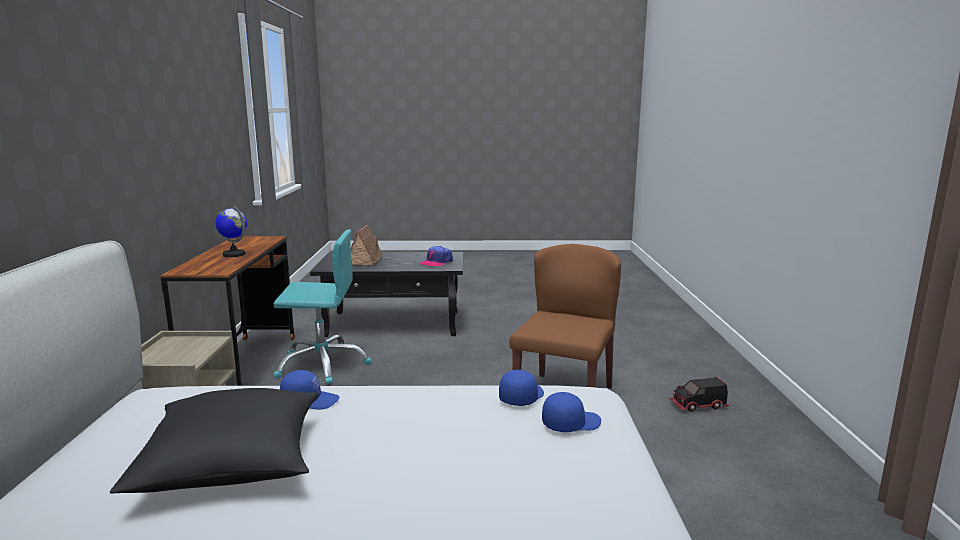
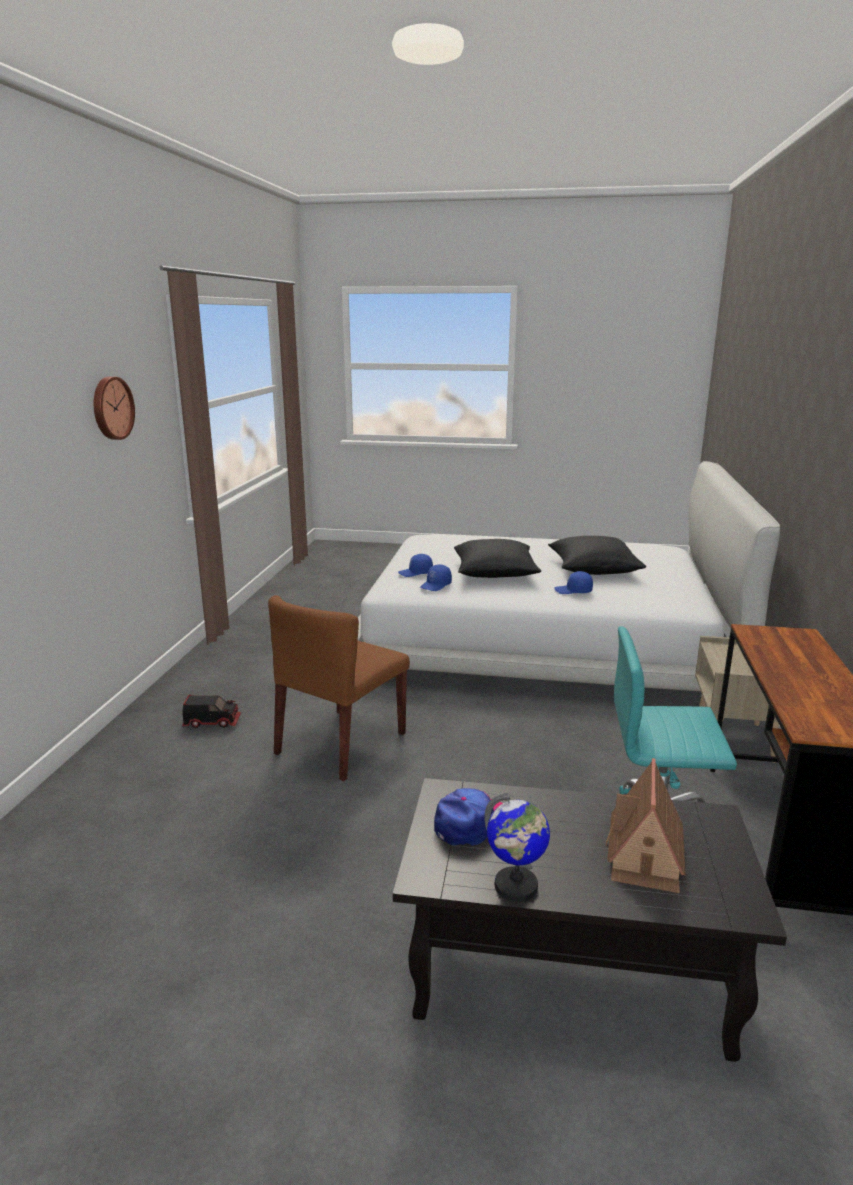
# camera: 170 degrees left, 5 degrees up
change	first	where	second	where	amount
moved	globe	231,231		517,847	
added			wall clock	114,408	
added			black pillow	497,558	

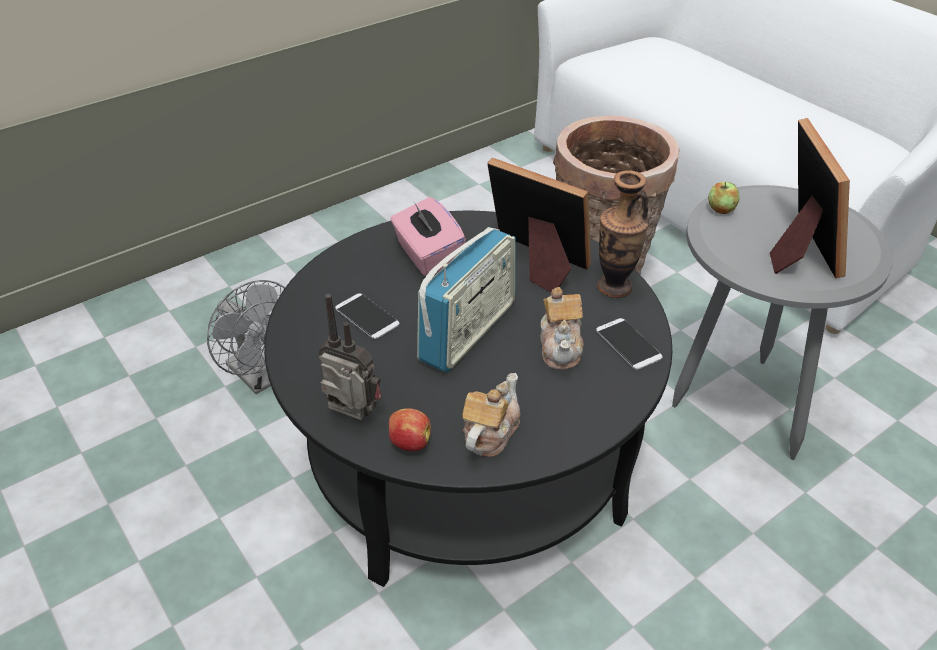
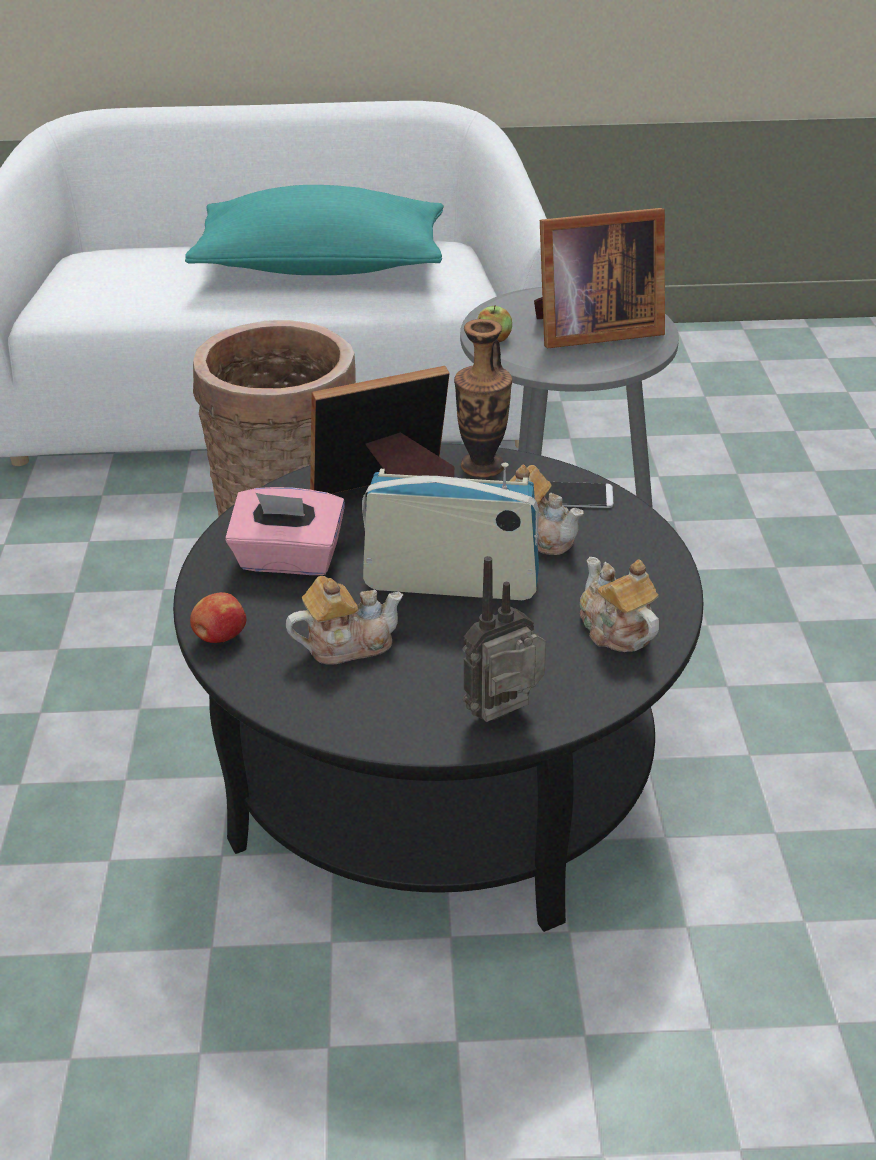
# camera: 55 degrees left, 5 degrees down
change	first	where	second	where	amount
removed	grey fan	246,337			
replaced	phone	367,316	teapot	345,620	
moved	apple	410,429		218,617	
turned	radio	466,299		450,531	60 degrees counterclockwise
turned	picture frame	810,198		599,278	135 degrees clockwise
added			turquoise pillow	314,230	

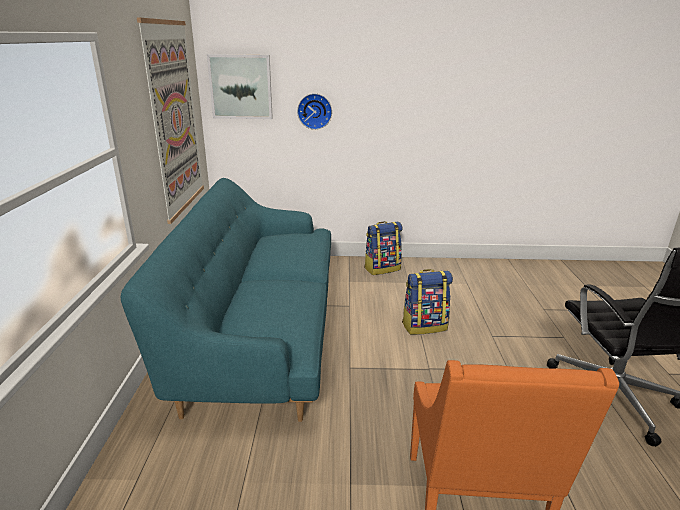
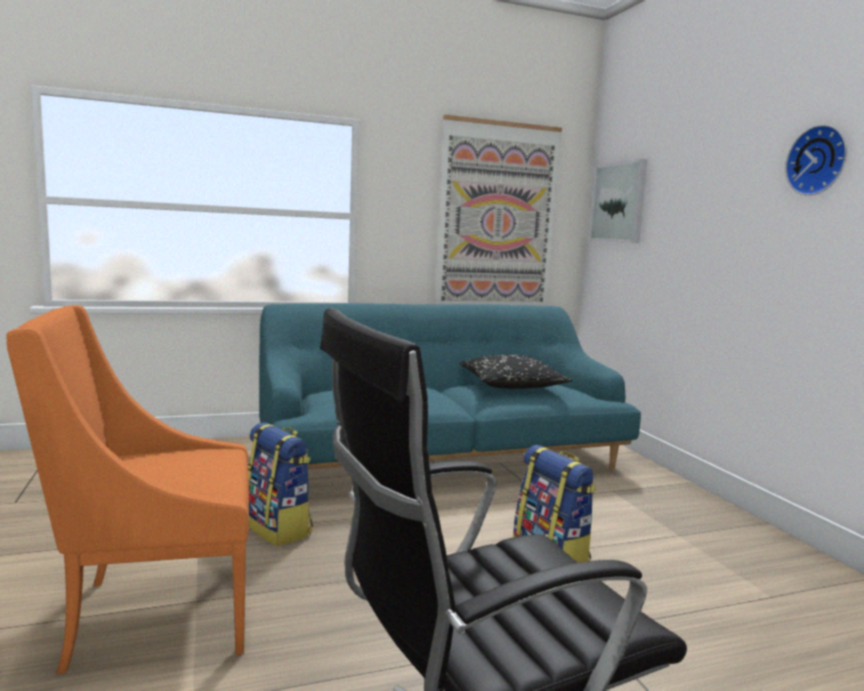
# camera: 70 degrees right, 15 degrees down
change	first	where	second	where	amount
moved	wall clock	314,111		816,160	
moved	backpack	383,248		280,484	
added			black pillow	515,372	

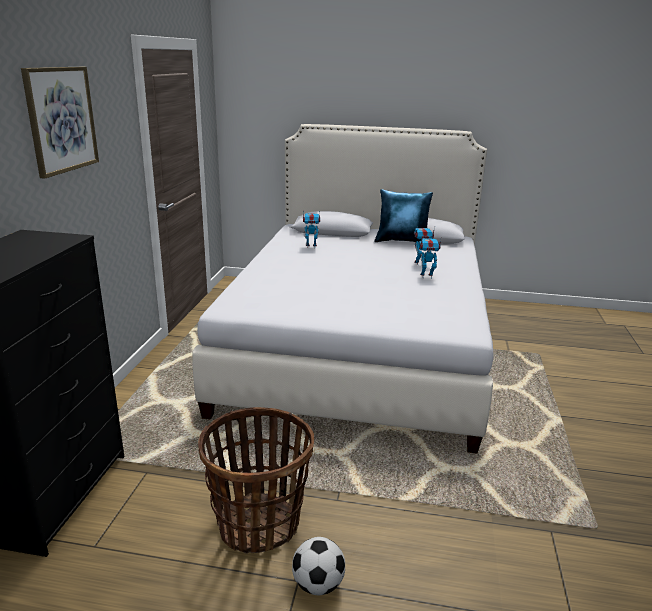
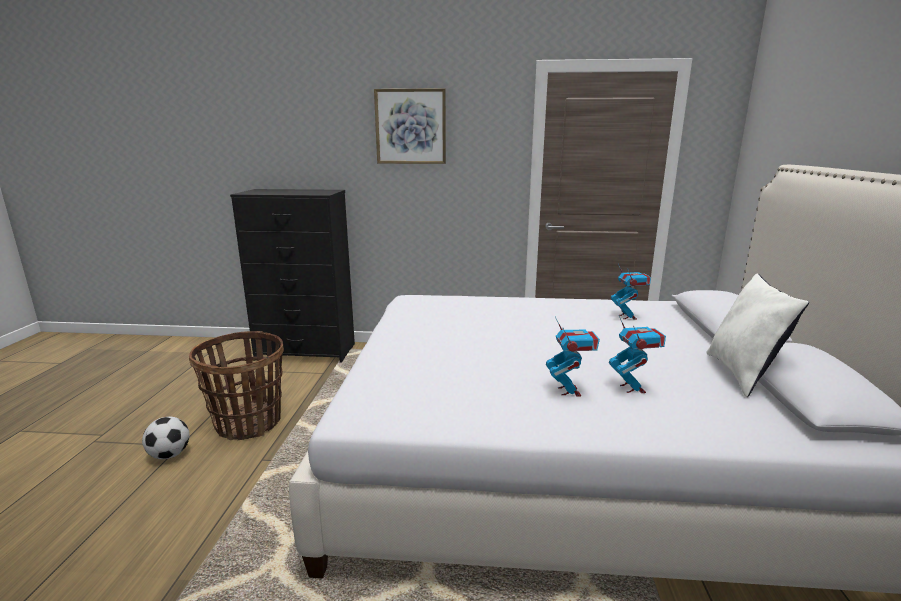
# camera: 85 degrees right, 5 degrees down
change	first	where	second	where	amount
recoloured	blue pillow	403,215	white pillow	757,335	

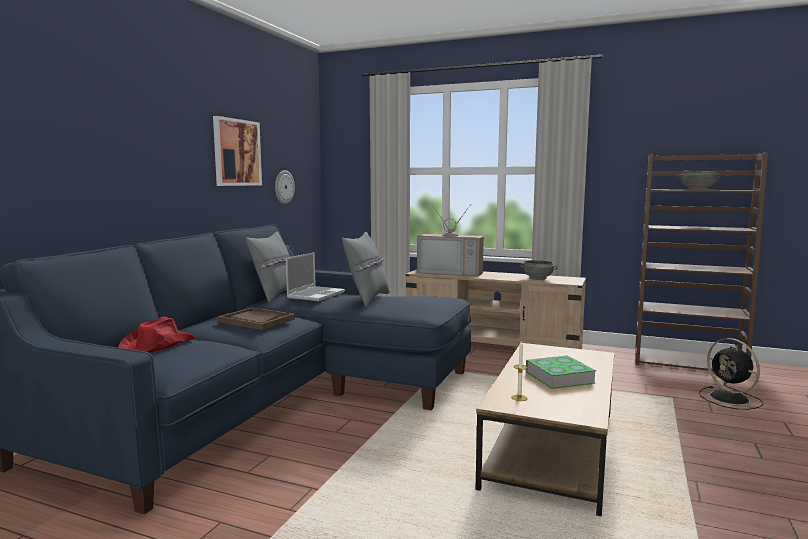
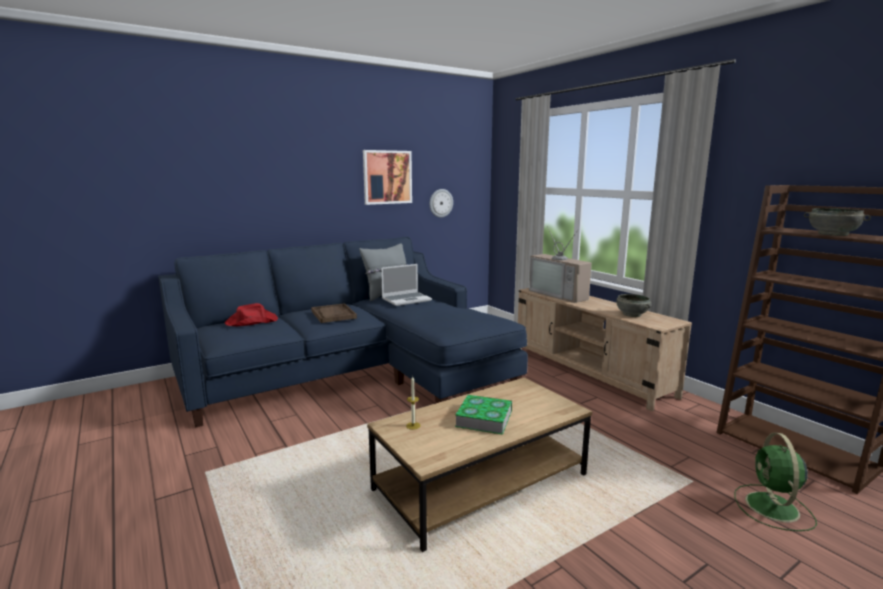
# camera: 35 degrees right, 5 degrees up
change	first	where	second	where	amount
removed	grey pillow	366,269			
recoloured	black fan	731,374	green fan	775,481	

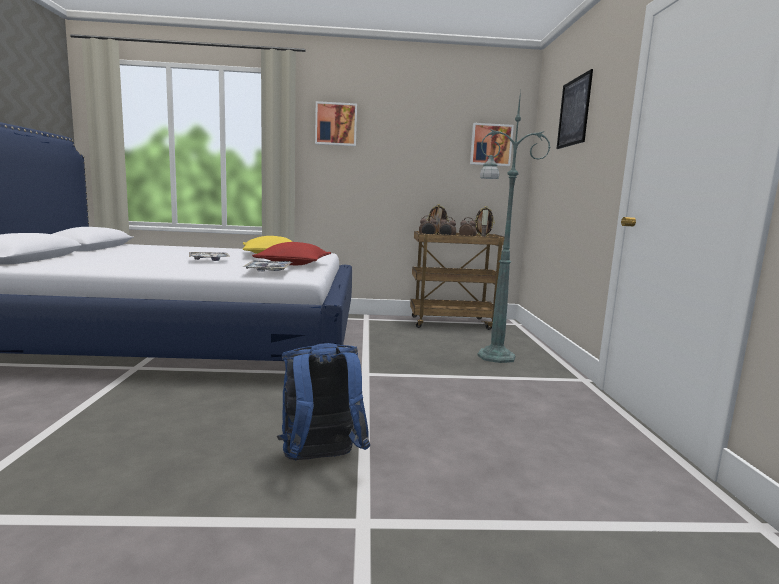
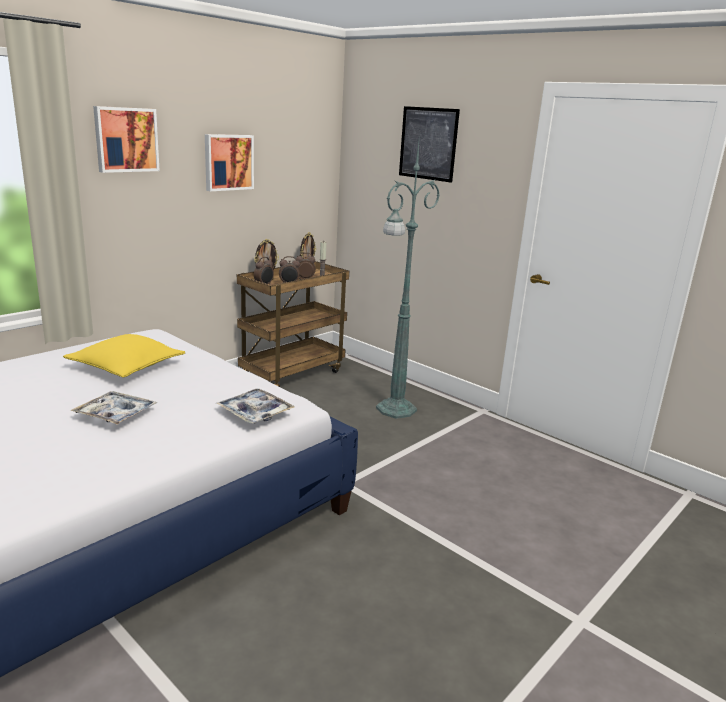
# camera: 45 degrees left, 10 degrees up
change	first	where	second	where	amount
removed	red pillow	291,253			
removed	blue backpack	323,401			
moved	picture	492,144		229,162	

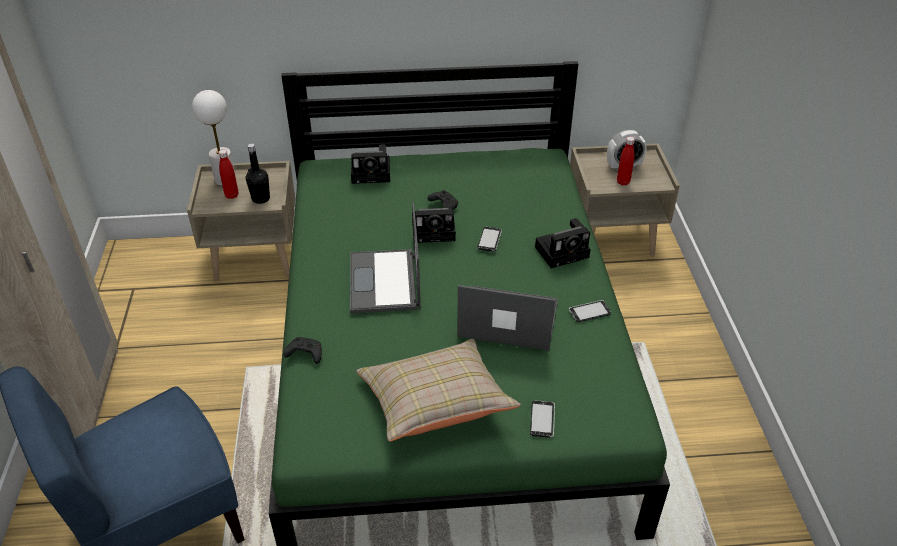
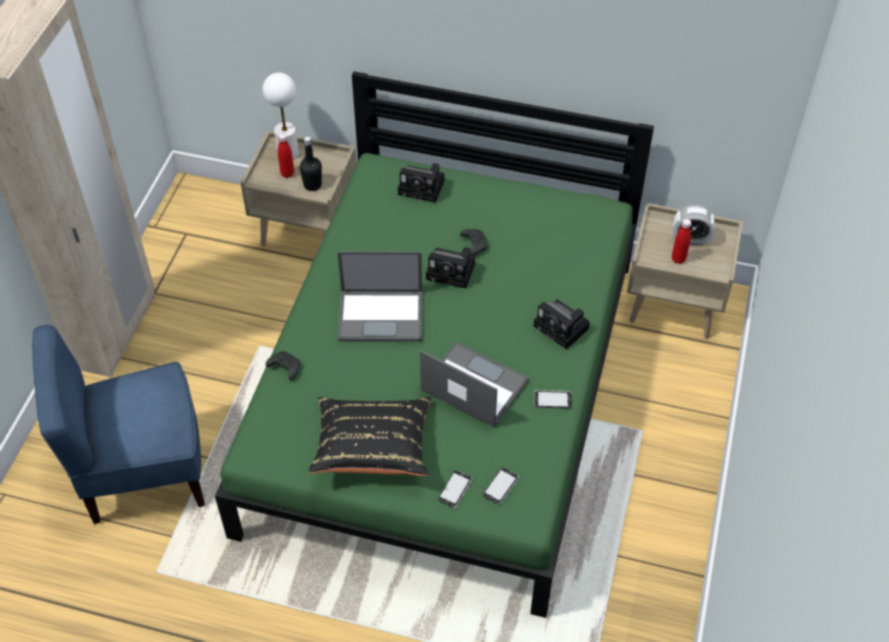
# camera: 20 degrees right, 10 degrees up
change	first	where	second	where	amount
turned	laptop	385,258		379,296	105 degrees counterclockwise
recoloured	beige pillow	438,390	black pillow	370,436	
moved	phone	490,239		501,486	
turned	photo camera	563,243		562,324	45 degrees clockwise

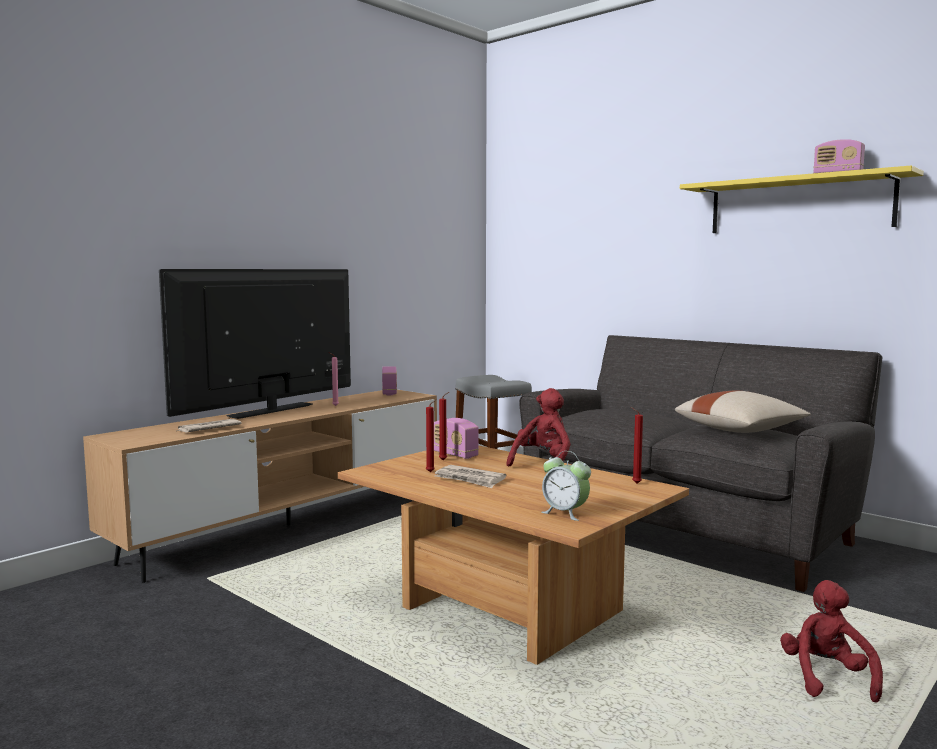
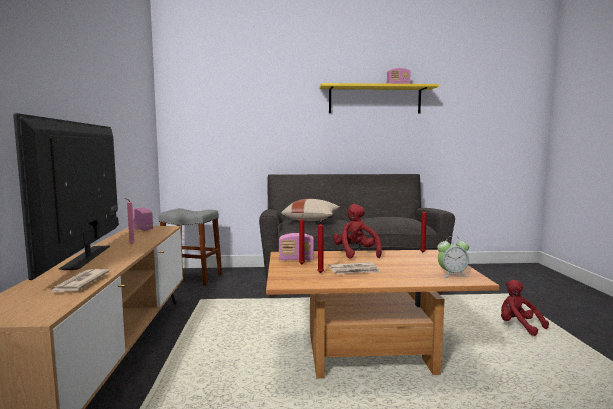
# camera: 45 degrees left, 0 degrees up
change	first	where	second	where	amount
moved	beige pillow	743,412		310,210	

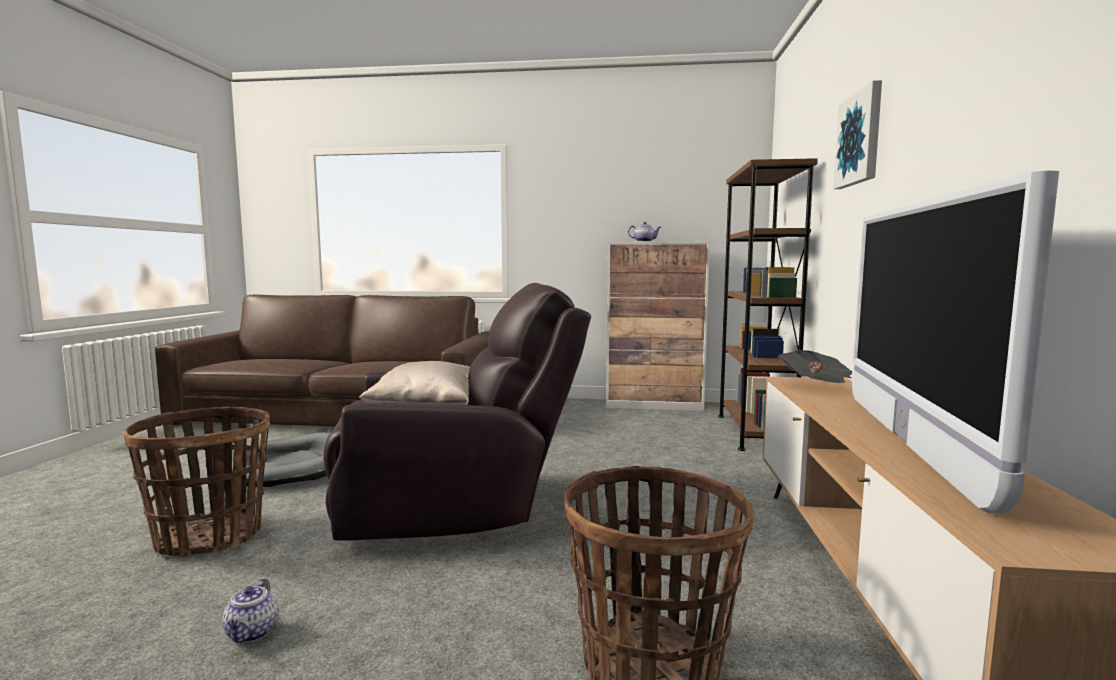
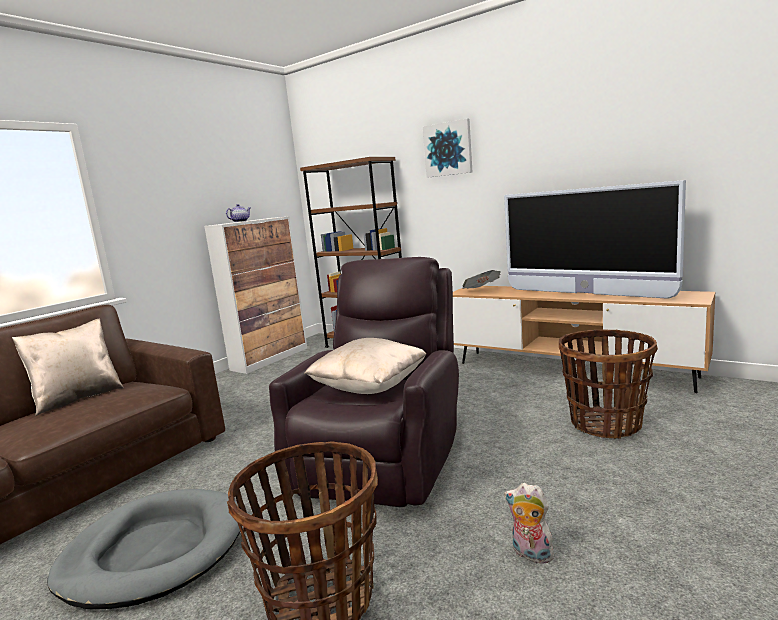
# camera: 60 degrees left, 5 degrees up
change	first	where	second	where	amount
replaced	teapot	250,610	plush toy	529,523	
added			beige pillow	68,367	

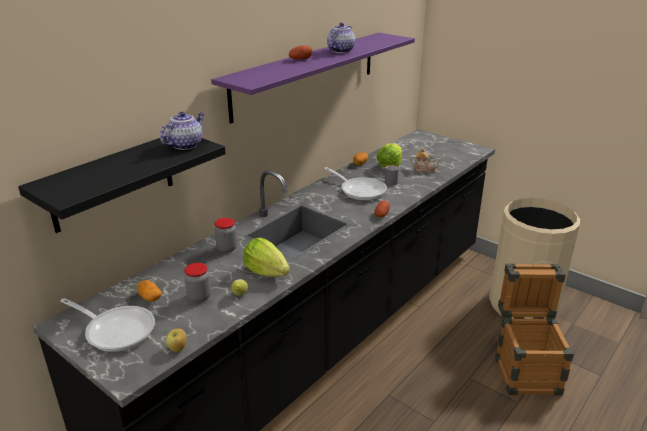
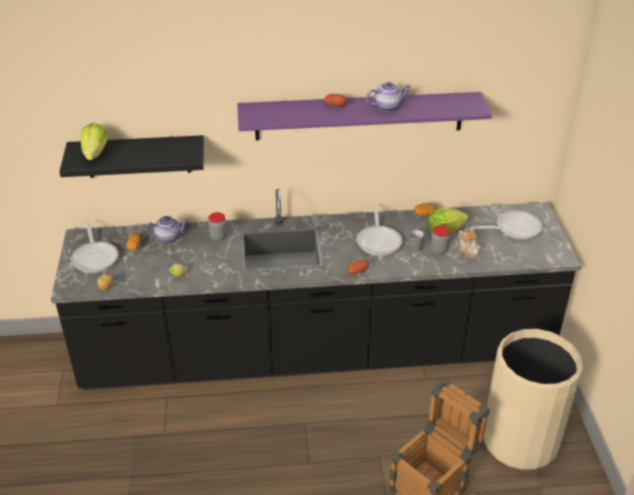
# camera: 45 degrees right, 10 degrees up
change	first	where	second	where	amount
moved	teapot	182,131		166,229	
moved	jar	197,282		440,240	
moved	lettuce	266,257		94,141	
added			frying pan	506,225	

